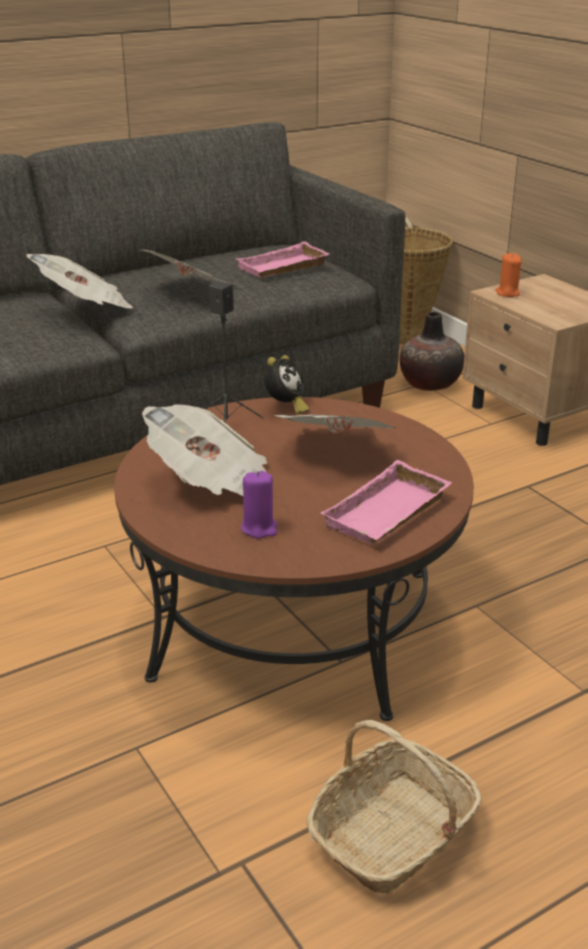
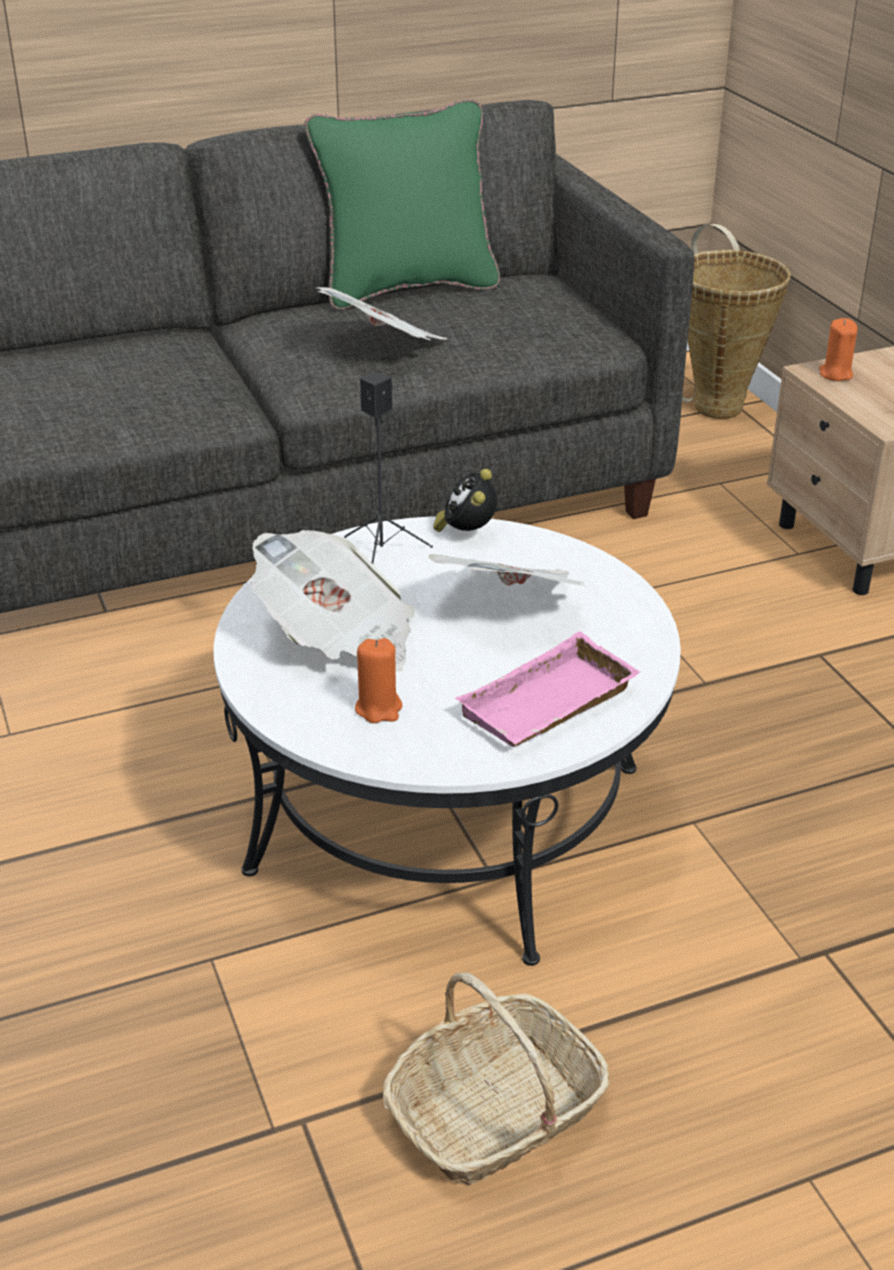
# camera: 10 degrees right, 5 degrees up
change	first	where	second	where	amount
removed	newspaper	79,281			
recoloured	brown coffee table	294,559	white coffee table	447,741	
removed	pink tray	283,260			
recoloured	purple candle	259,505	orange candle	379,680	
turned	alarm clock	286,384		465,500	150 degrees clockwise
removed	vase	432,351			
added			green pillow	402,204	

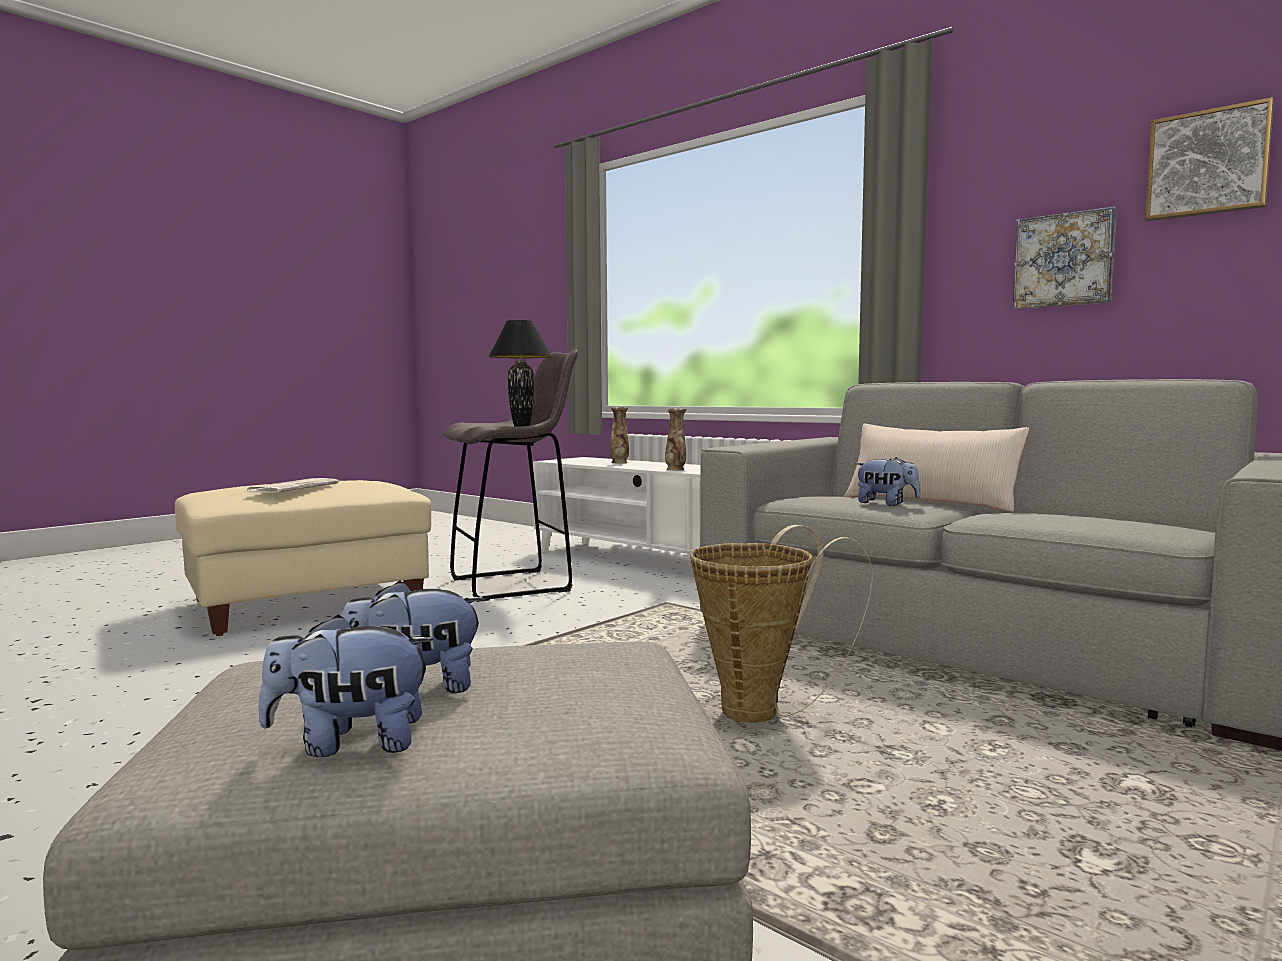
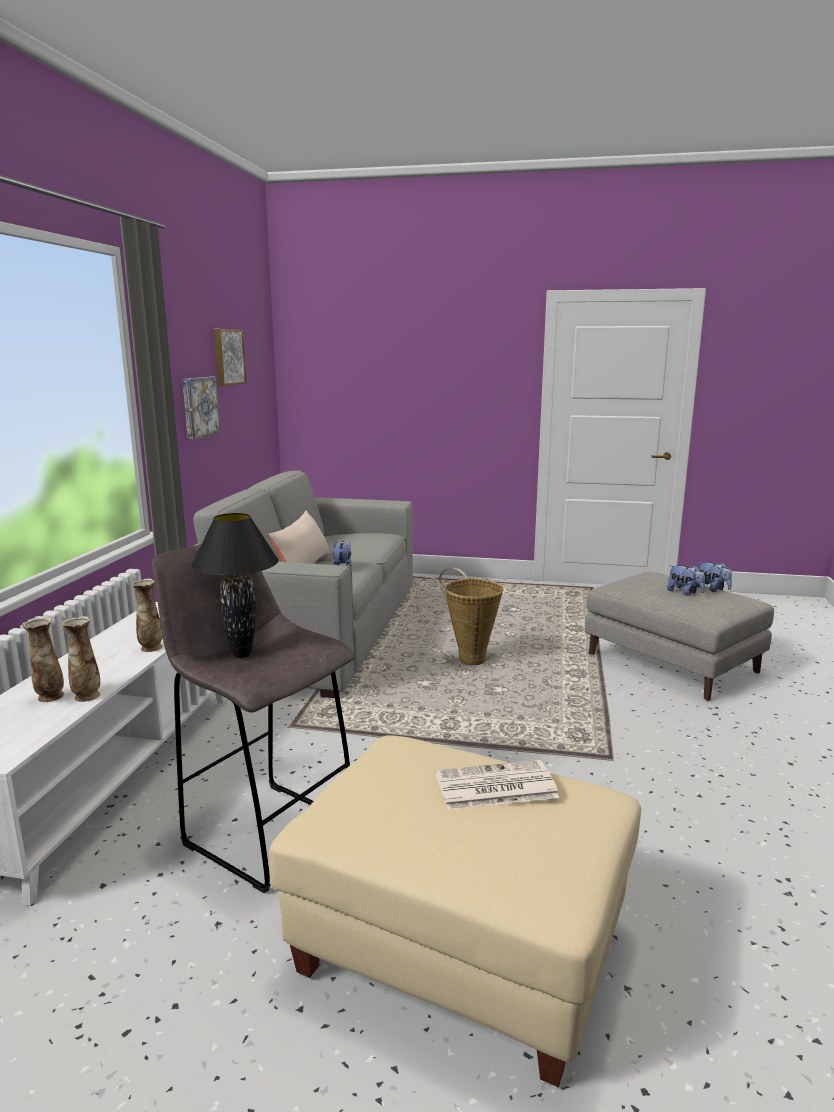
# camera: 120 degrees left, 10 degrees up
change	first	where	second	where	amount
added			vase	80,659	

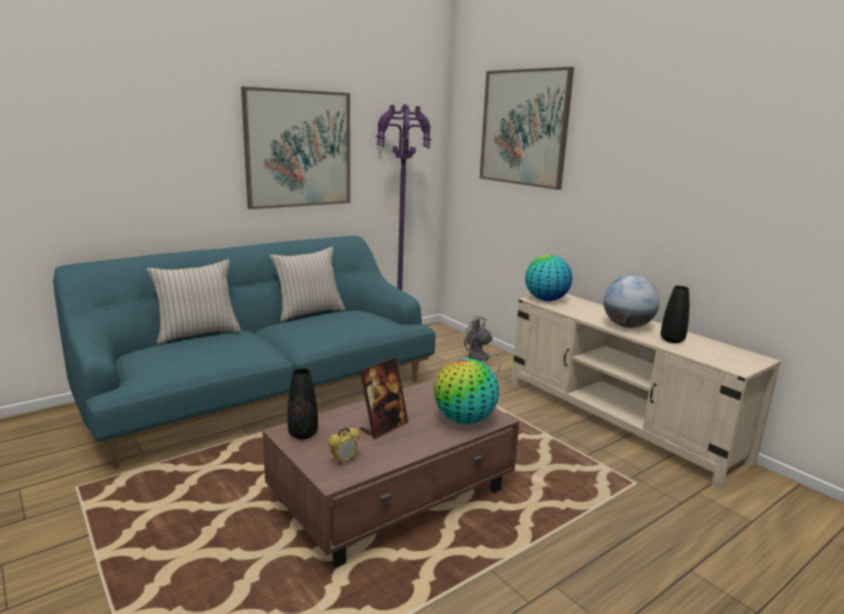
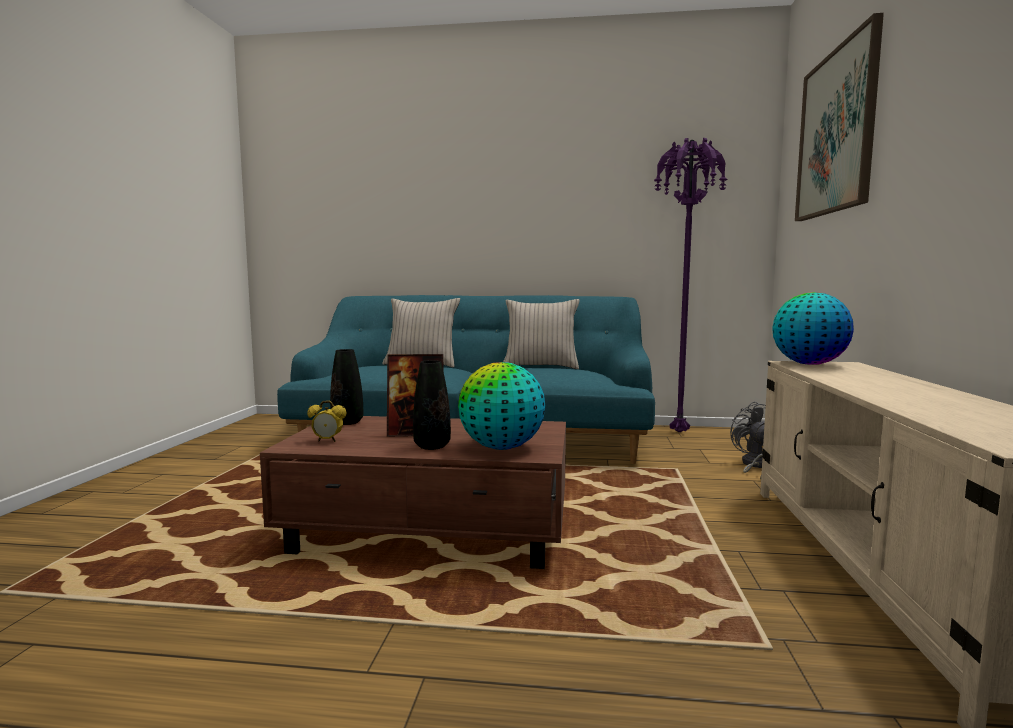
# camera: 45 degrees right, 10 degrees down
change	first	where	second	where	amount
removed	picture	295,148			
removed	globe	632,301			
moved	black vase	675,314		432,405	

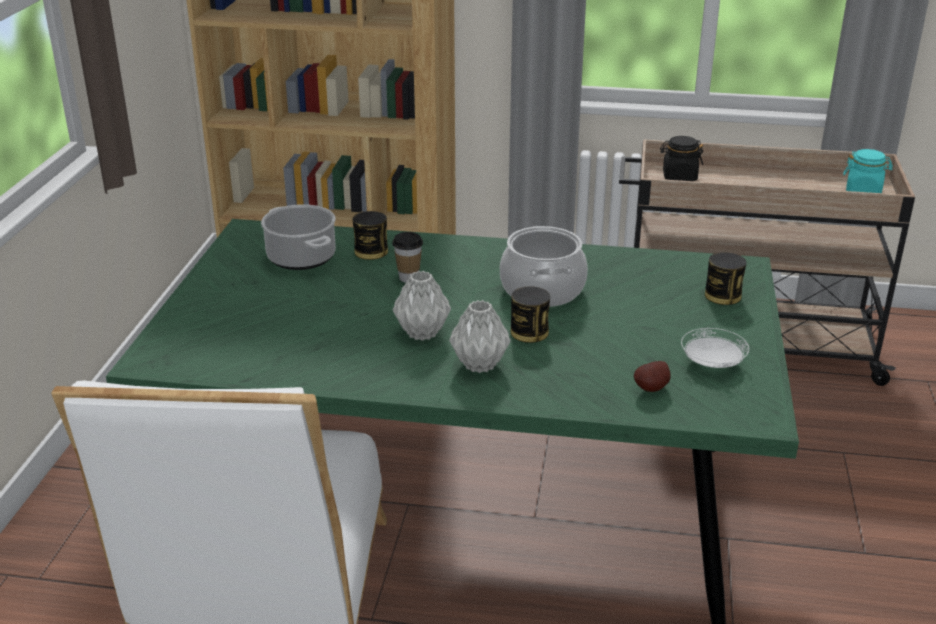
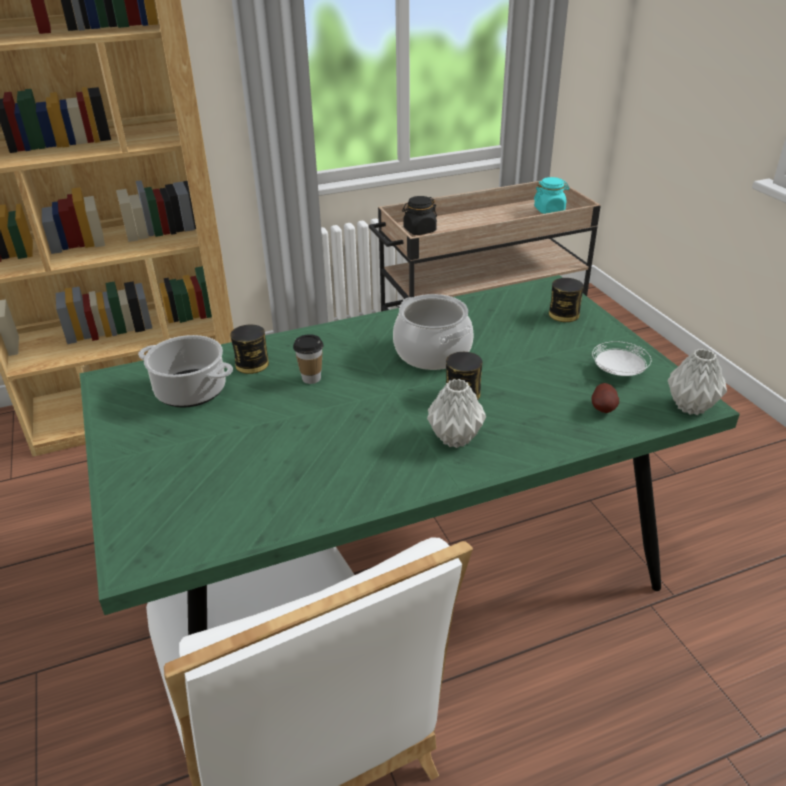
# camera: 30 degrees left, 5 degrees up
change	first	where	second	where	amount
moved	grey vase	422,306		697,382	

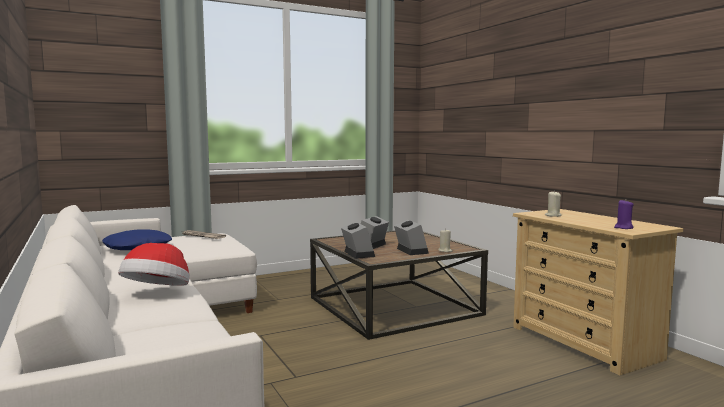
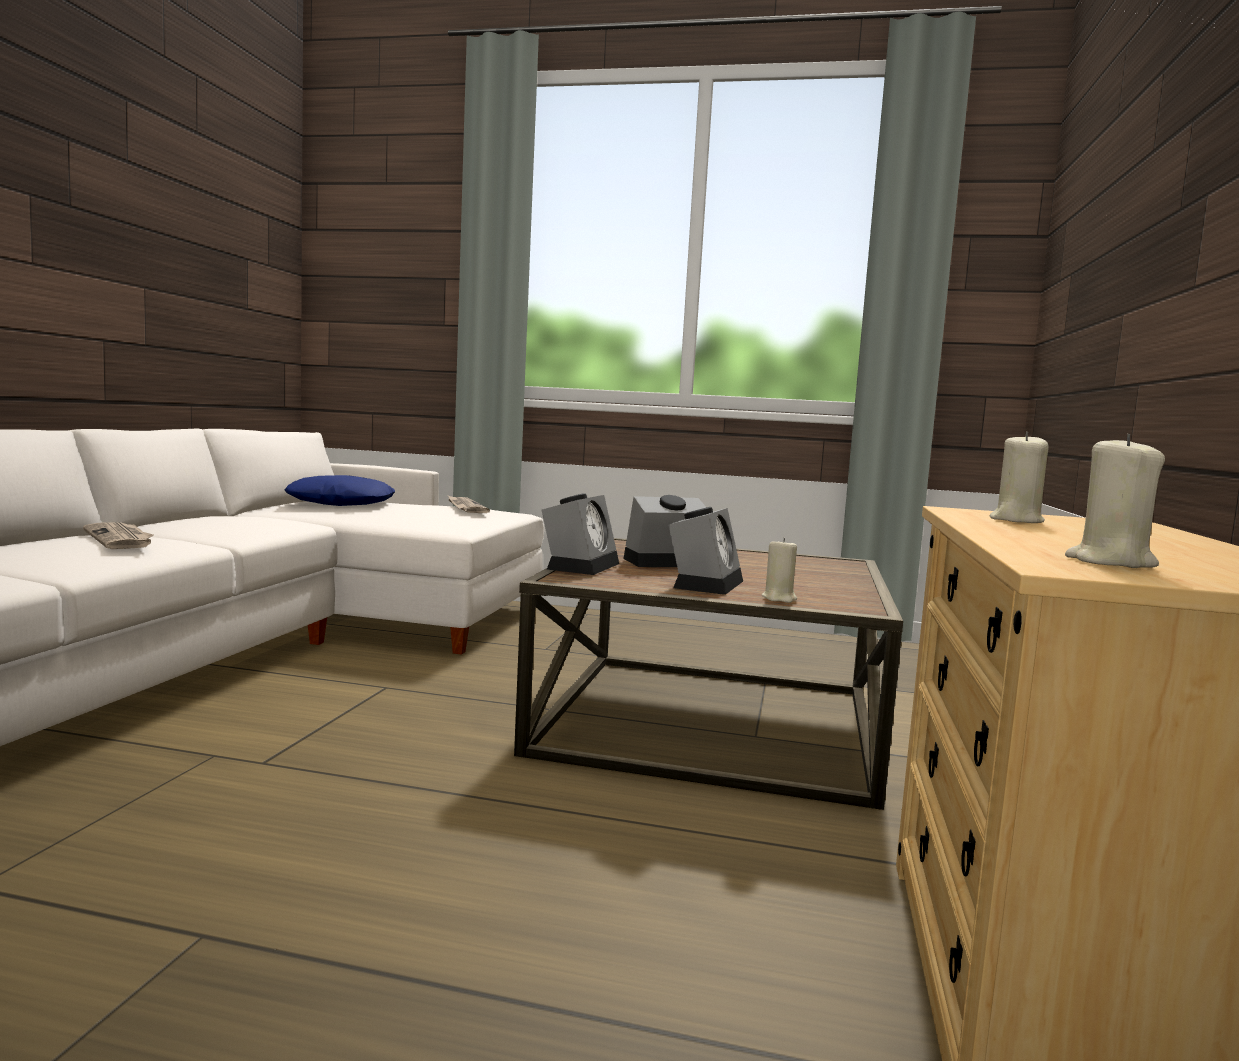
# camera: 40 degrees right, 0 degrees up
change	first	where	second	where	amount
replaced	hat	154,264	newspaper	118,535	
recoloured	purple candle	624,214	beige candle	1115,501	

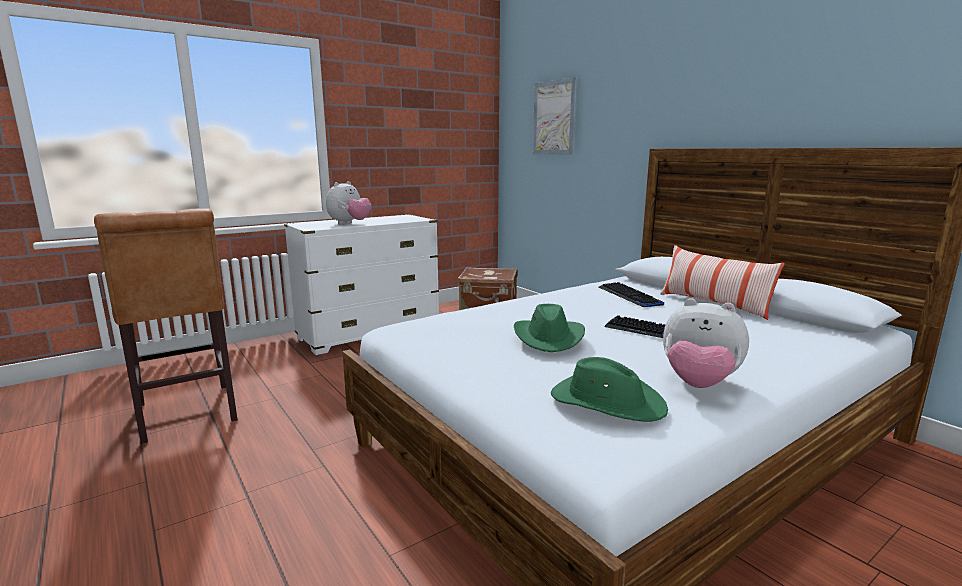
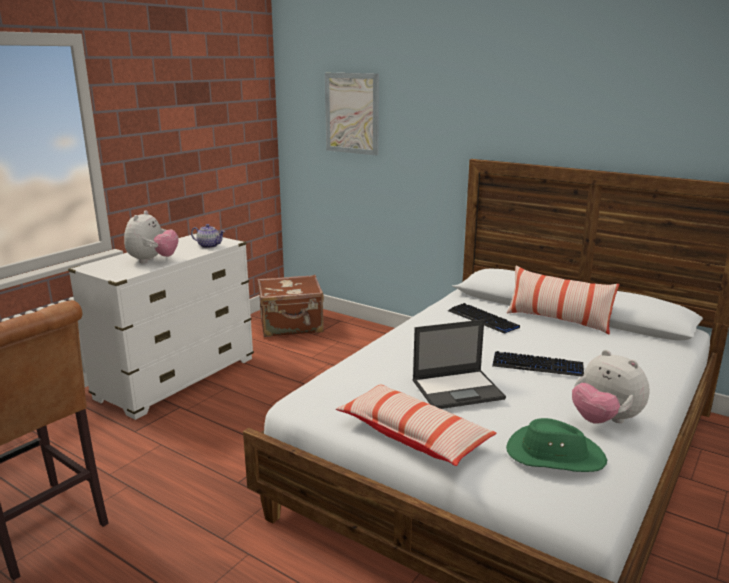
# camera: 20 degrees left, 5 degrees up
change	first	where	second	where	amount
replaced	green hat	549,328	laptop	459,364	
turned	plush toy	706,343		611,387	45 degrees clockwise
added			teapot	208,236	
added			pillow	416,425	

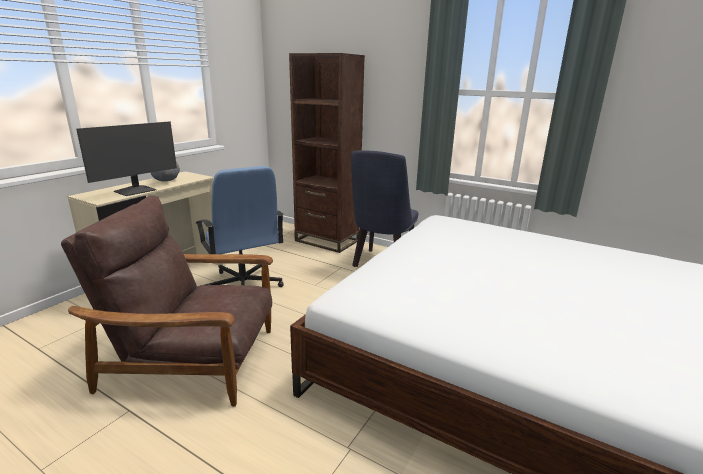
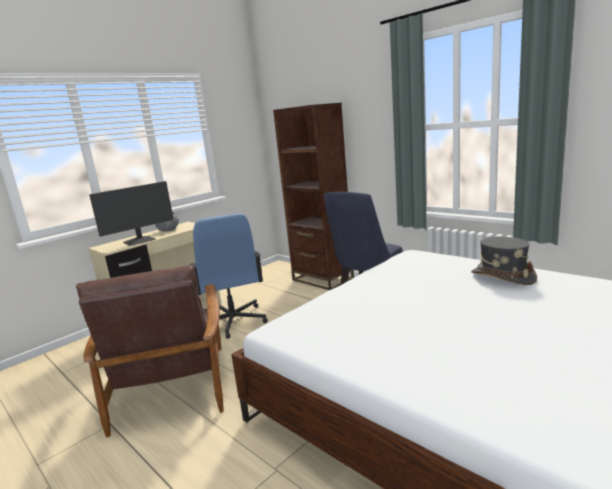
# camera: 15 degrees right, 5 degrees down
change	first	where	second	where	amount
turned	brown armchair	167,301		150,351	120 degrees counterclockwise
added			grey hat	504,261	

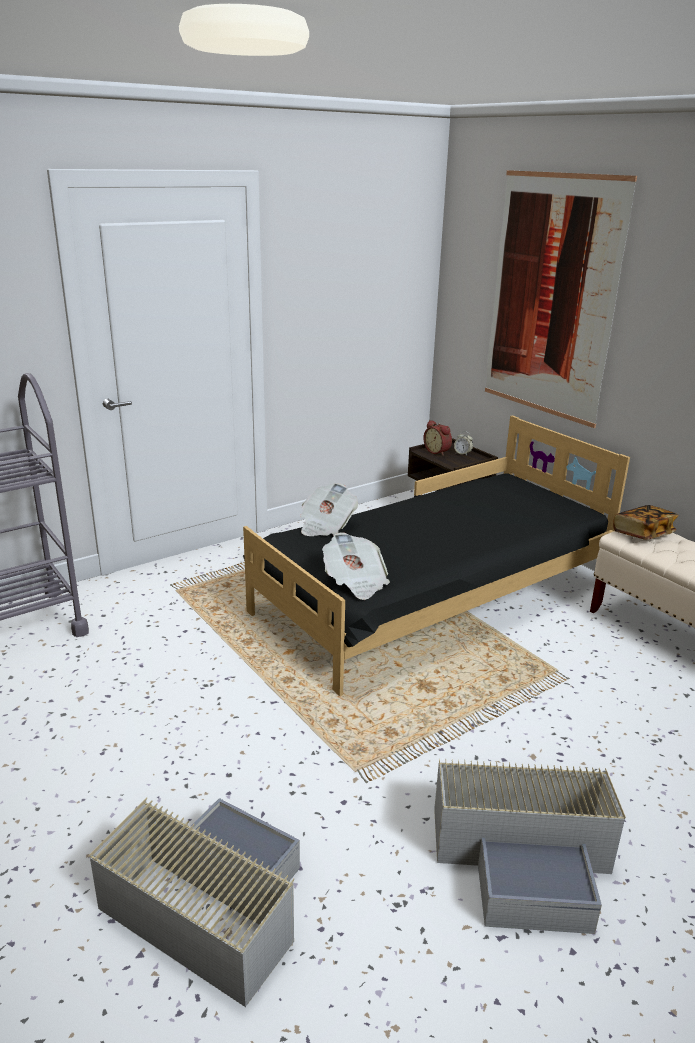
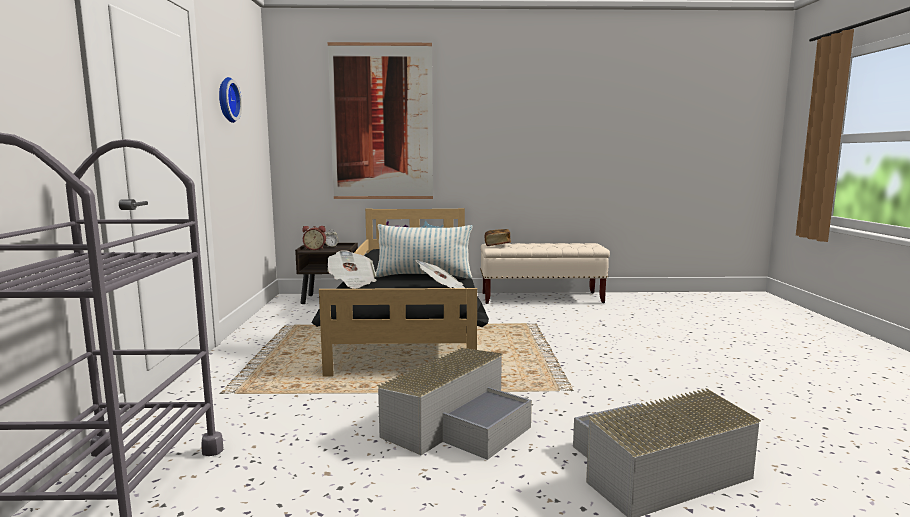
# camera: 55 degrees left, 15 degrees down
change	first	where	second	where	amount
moved	grey storage box	530,846		454,404	
added			wall clock	230,100	
added			pillow	424,251	

